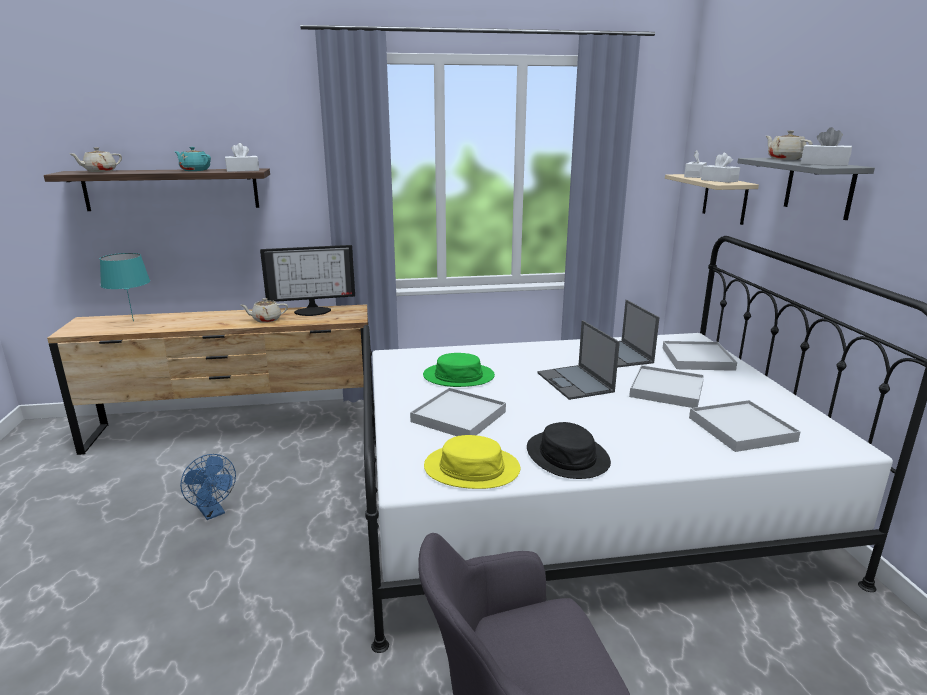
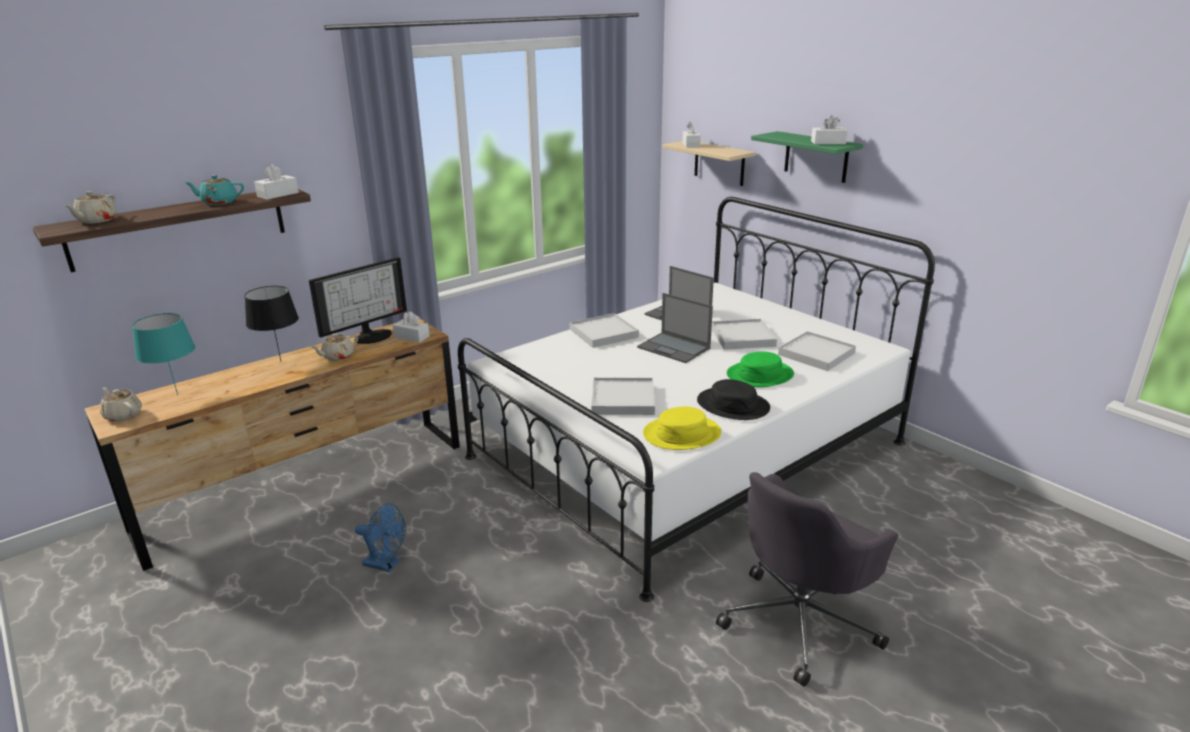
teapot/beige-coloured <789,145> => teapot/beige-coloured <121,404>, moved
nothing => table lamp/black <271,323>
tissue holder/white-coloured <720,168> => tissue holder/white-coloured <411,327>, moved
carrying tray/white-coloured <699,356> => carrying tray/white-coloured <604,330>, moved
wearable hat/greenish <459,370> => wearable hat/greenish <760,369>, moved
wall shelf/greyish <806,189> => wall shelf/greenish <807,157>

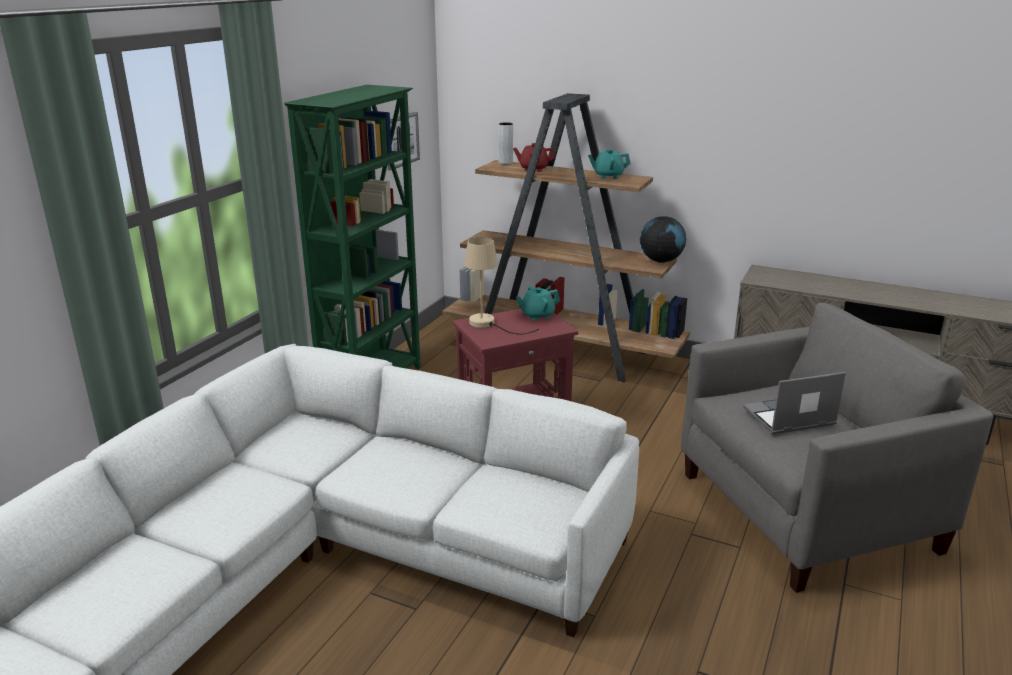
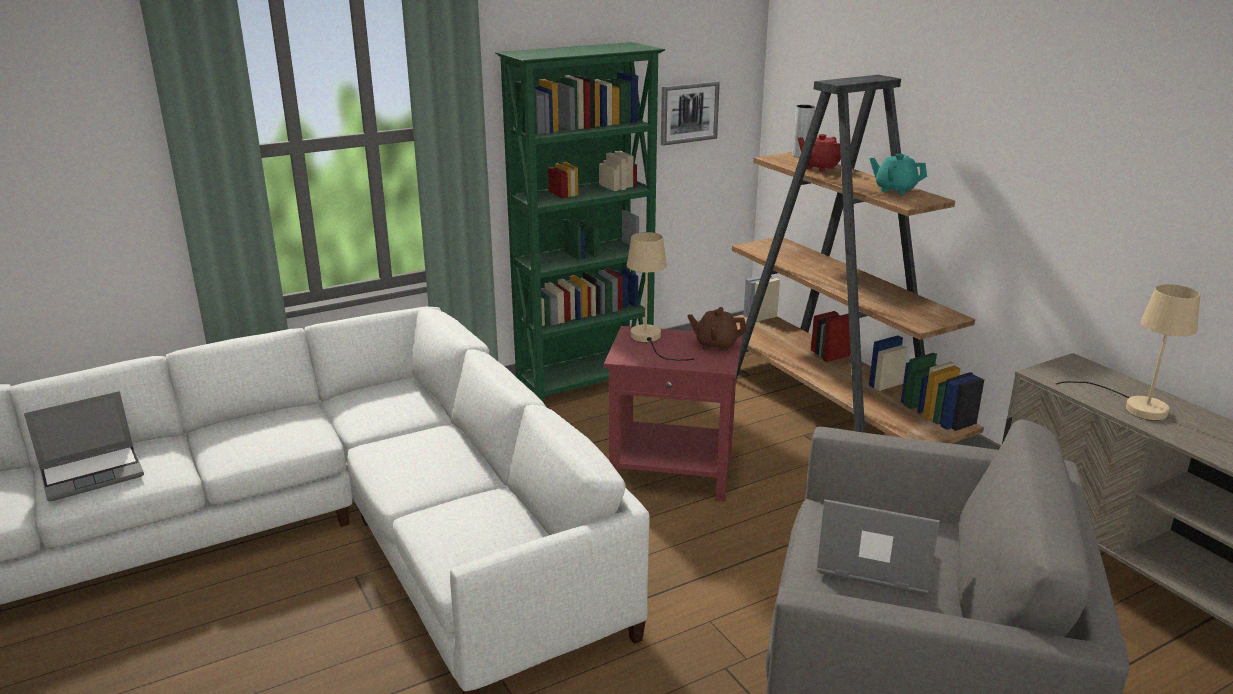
nothing => portable computer <84,446>
teapot/blue-green <538,303> => teapot/brownish <717,329>
nothing => table lamp/beige-coloured <1128,352>
world globe <663,239> => nothing

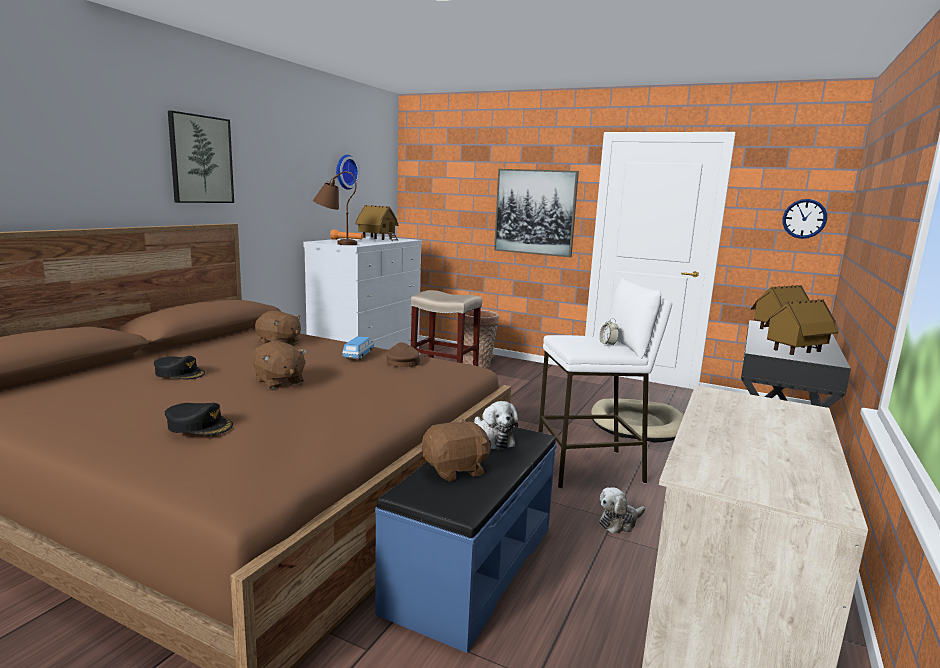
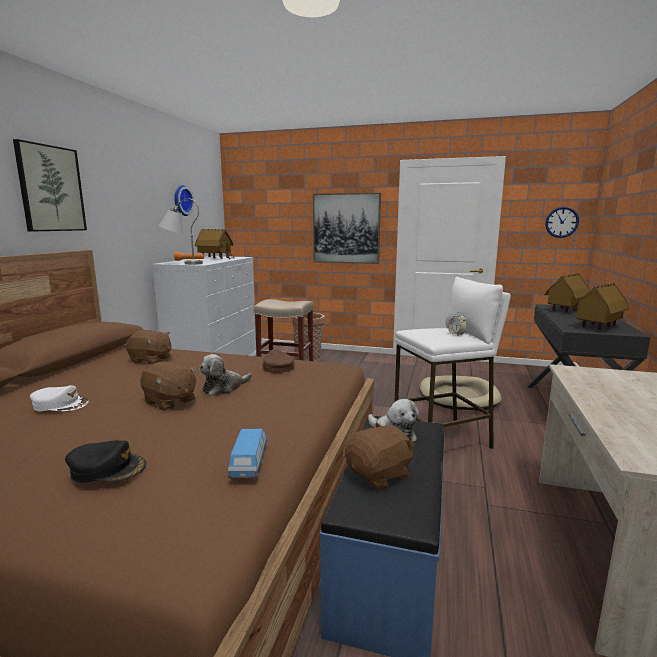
peaked cap/black <179,367> => peaked cap/white-coloured <59,398>
table lamp/brownish <335,208> => table lamp/greyish <181,231>
soft toy <622,510> => soft toy <225,375>, moved
miniature car <358,348> => miniature car <247,453>, moved

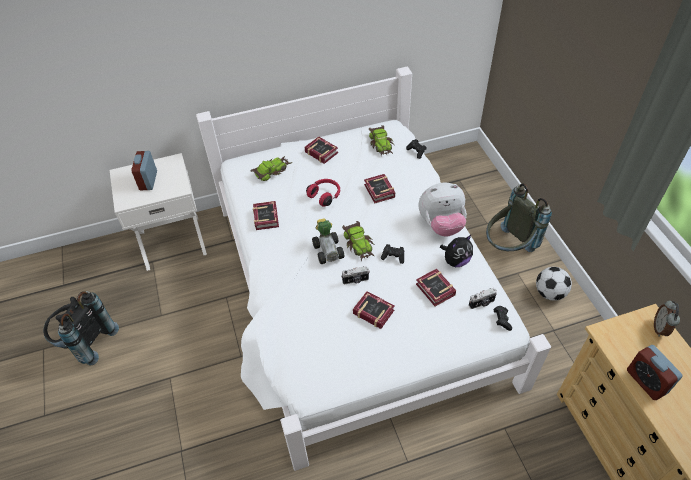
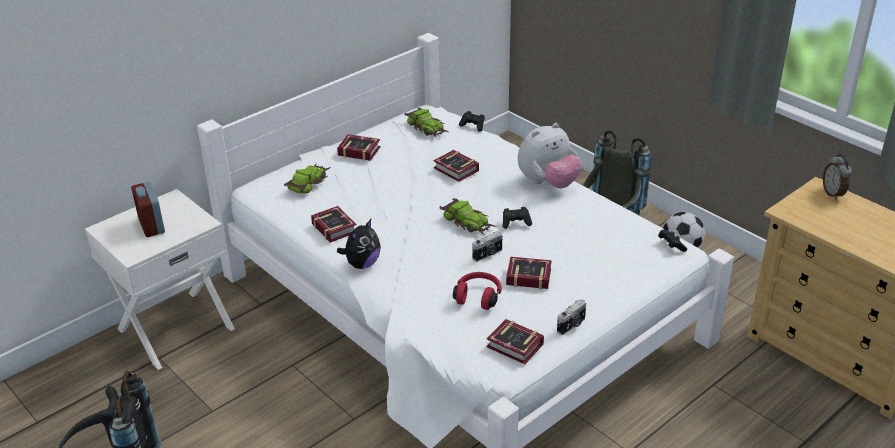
soft toy <456,251> => soft toy <359,244>, moved
pair of headphones/red-coloured <323,193> => pair of headphones/red-coloured <477,291>, moved
bound book <436,288> => bound book <515,341>, moved
photo camera <483,298> => photo camera <571,317>, moved
miniature car <328,241> => nothing
table clock <654,372> => nothing

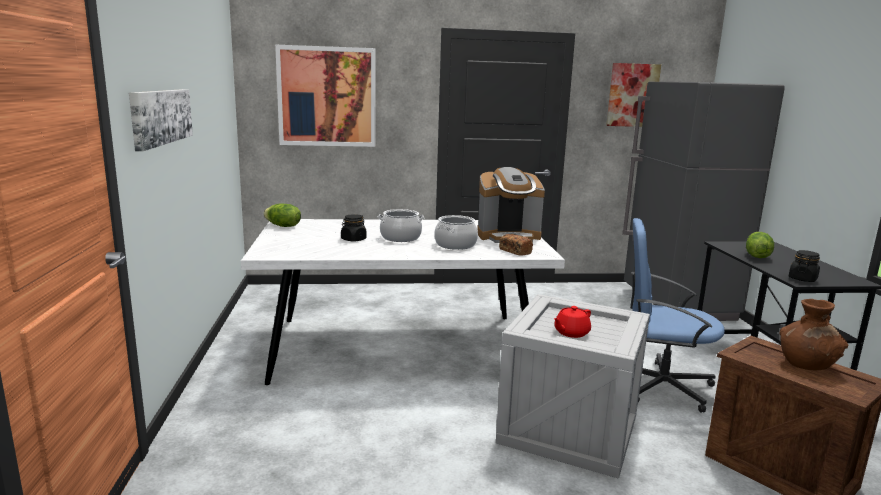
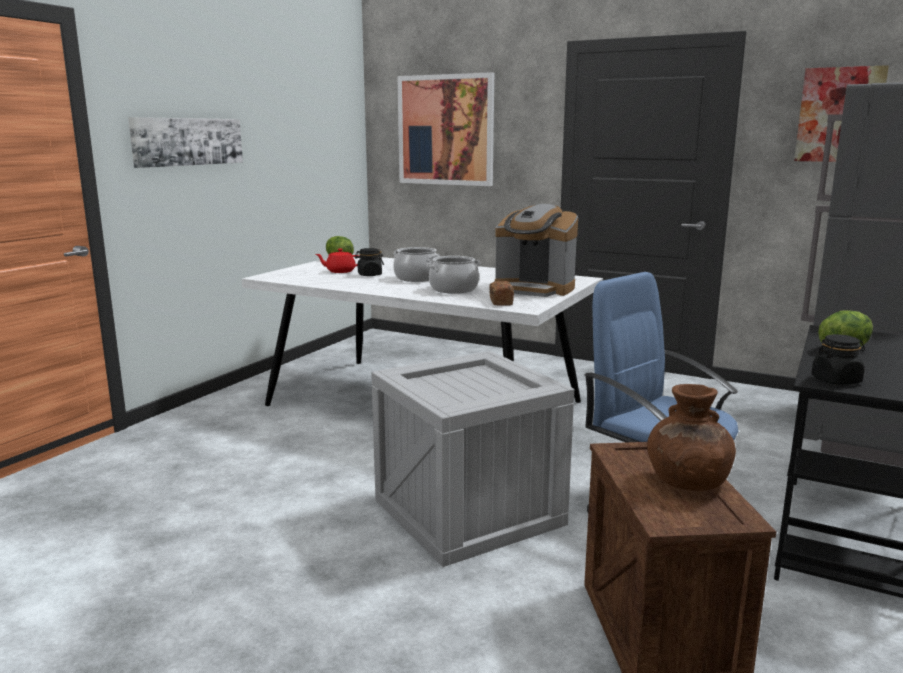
teapot/red-coloured <572,322> => teapot/red-coloured <338,261>, moved

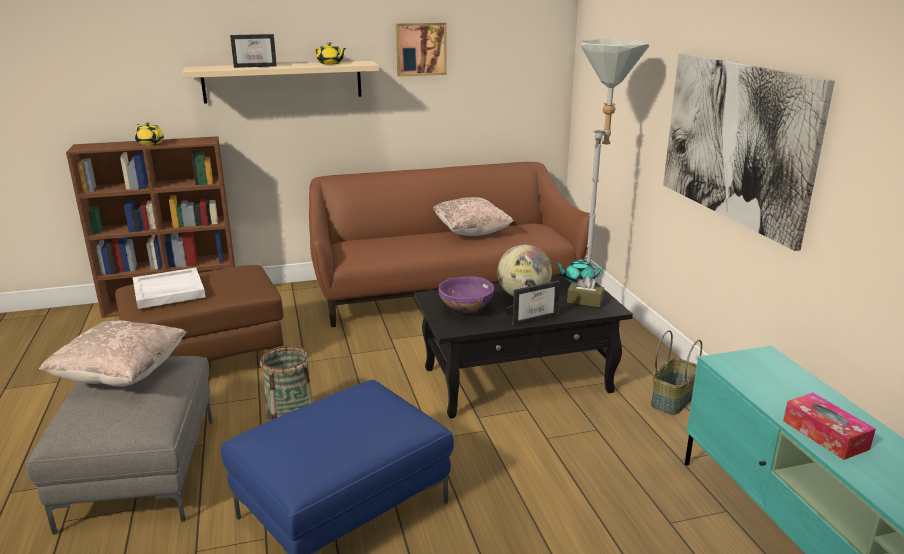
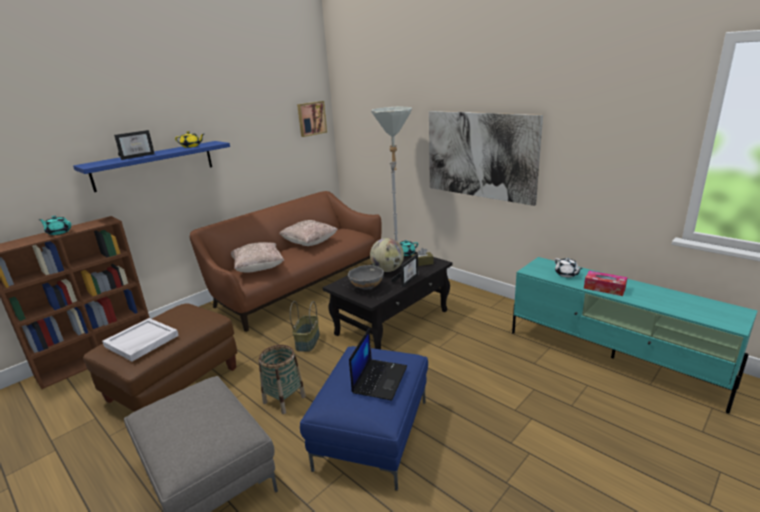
teapot/yellow-coloured <149,133> => teapot/blue-green <55,225>
wall shelf/beige-coloured <280,82> => wall shelf/blue <151,166>
cushion/beige-coloured <113,353> => cushion/beige-coloured <257,257>, moved
household basket <676,372> => household basket <305,326>, moved
wall art <421,50> => wall art <312,119>, moved
serving bowl/purple-coloured <466,294> => serving bowl/greyish <366,277>
nothing => portable computer <378,364>
nothing => teapot/white-coloured <568,267>

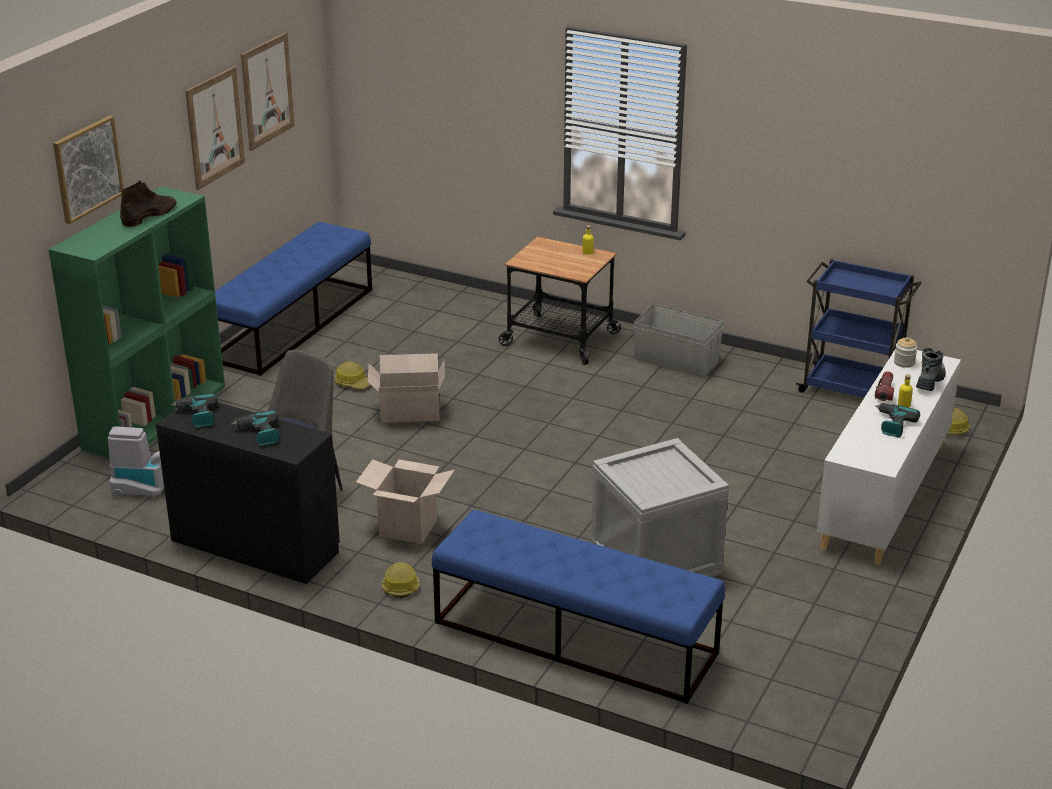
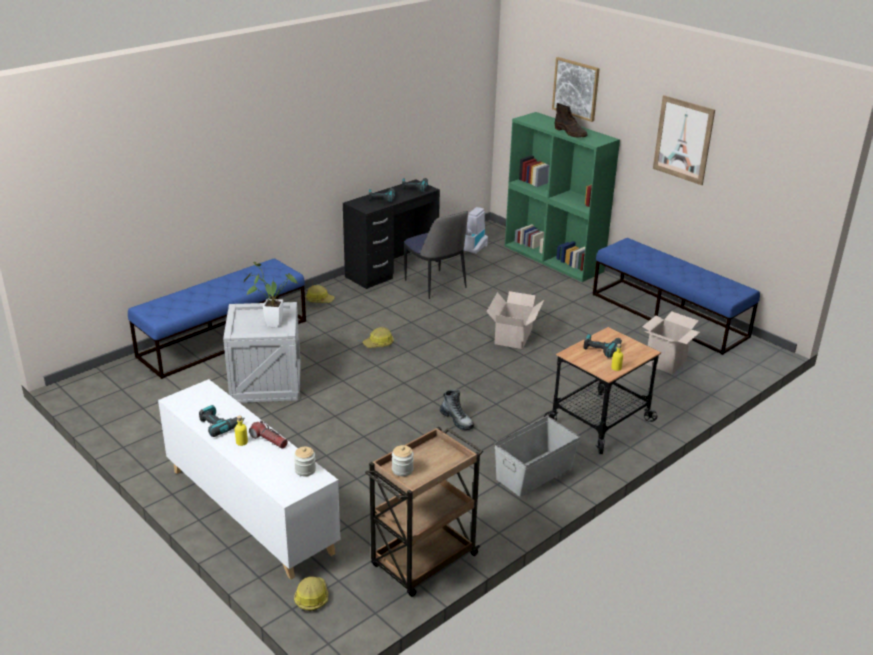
nothing => houseplant <271,295>
hard hat <352,375> => hard hat <378,337>, moved
wheeled cart/blue <858,328> => wheeled cart/brownish <424,512>
nothing => storage jar <403,460>
boot <931,369> => boot <457,409>, moved
nothing => electric drill <602,346>
packing box <405,501> => packing box <671,342>, moved
wall art <268,91> => nothing

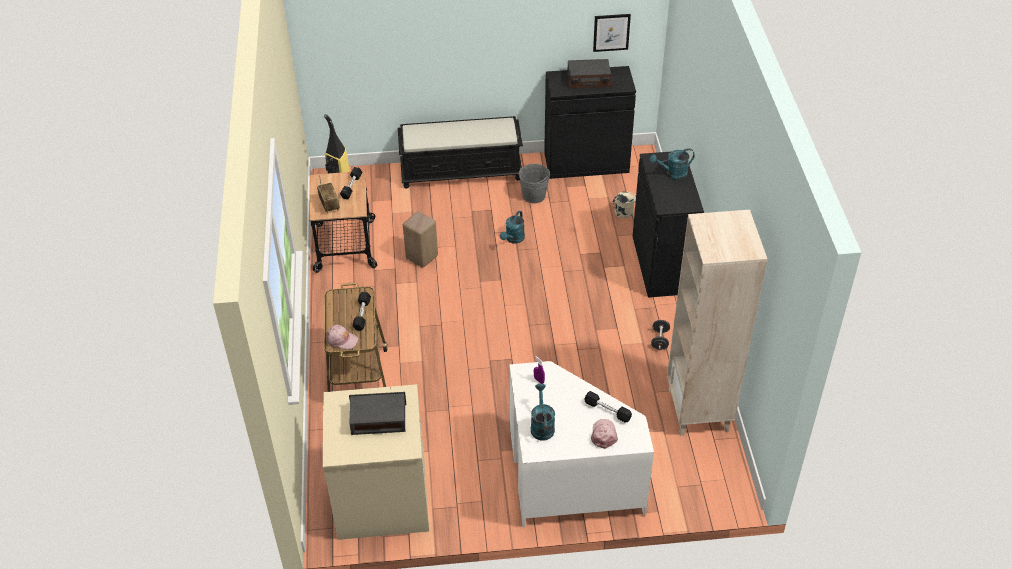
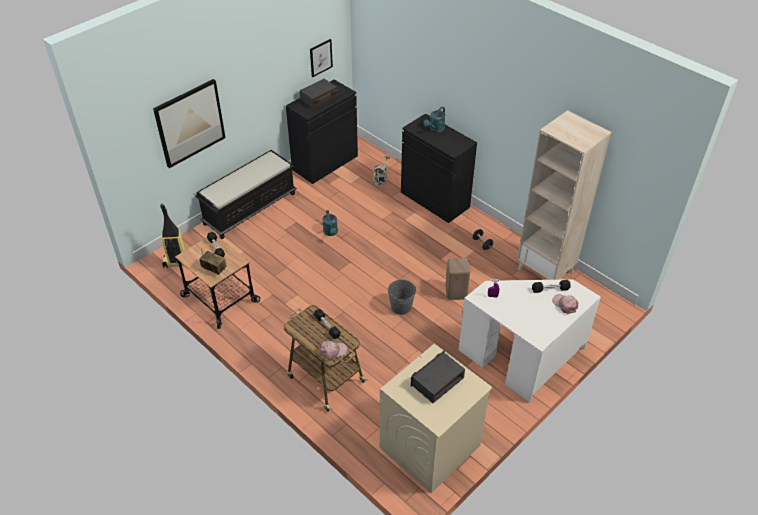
nothing => wall art <189,123>
water bucket/greyish <534,183> => water bucket/greyish <402,297>, moved
stool seat/beige-coloured <420,239> => stool seat/beige-coloured <457,279>, moved
watering pot/blue-green <543,412> => nothing

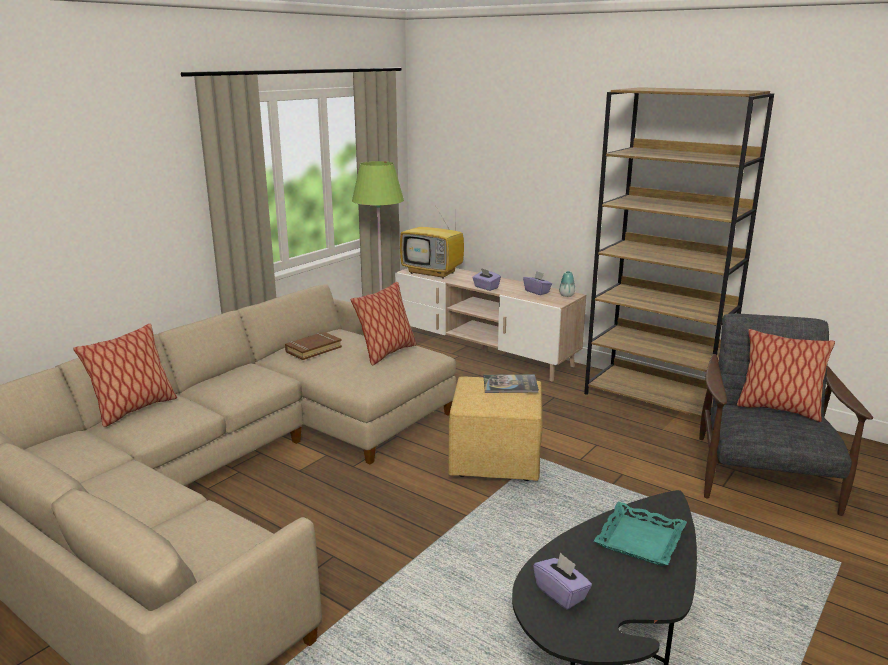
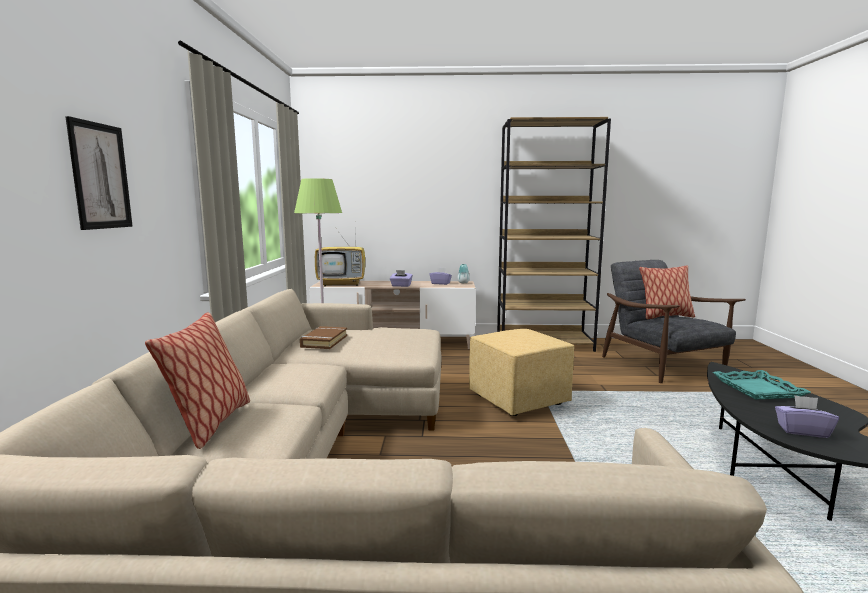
nothing => wall art <99,173>
cushion <384,323> => nothing
bound book <511,383> => nothing

